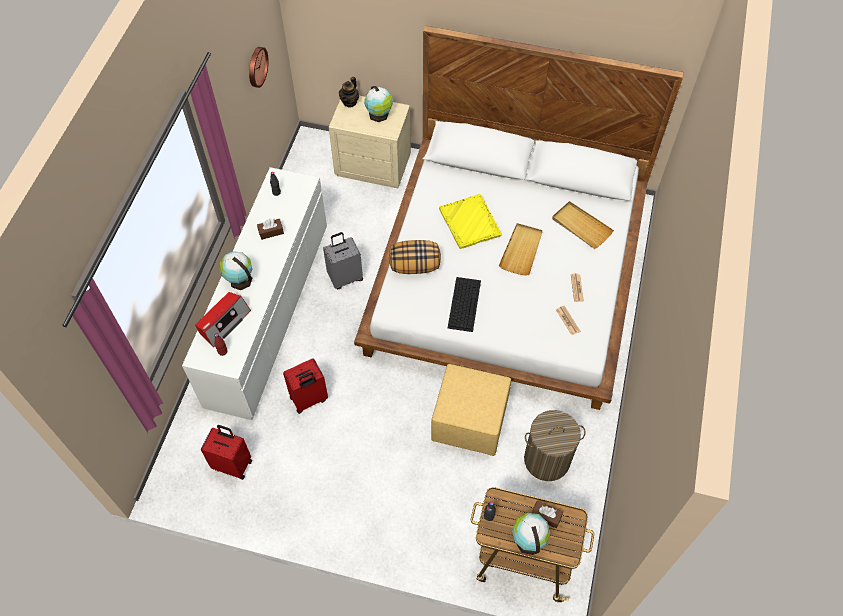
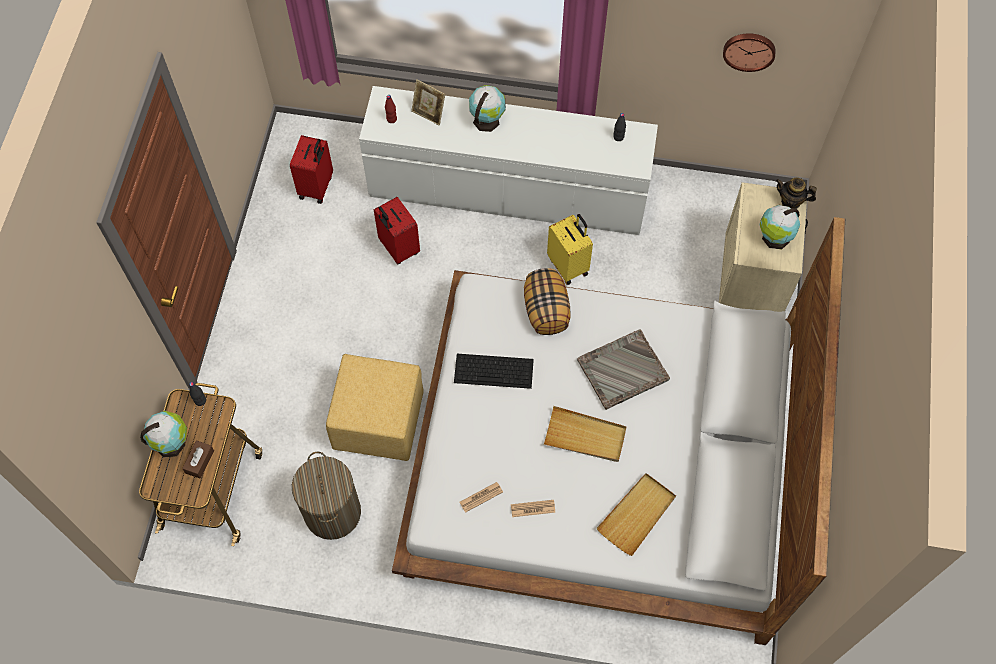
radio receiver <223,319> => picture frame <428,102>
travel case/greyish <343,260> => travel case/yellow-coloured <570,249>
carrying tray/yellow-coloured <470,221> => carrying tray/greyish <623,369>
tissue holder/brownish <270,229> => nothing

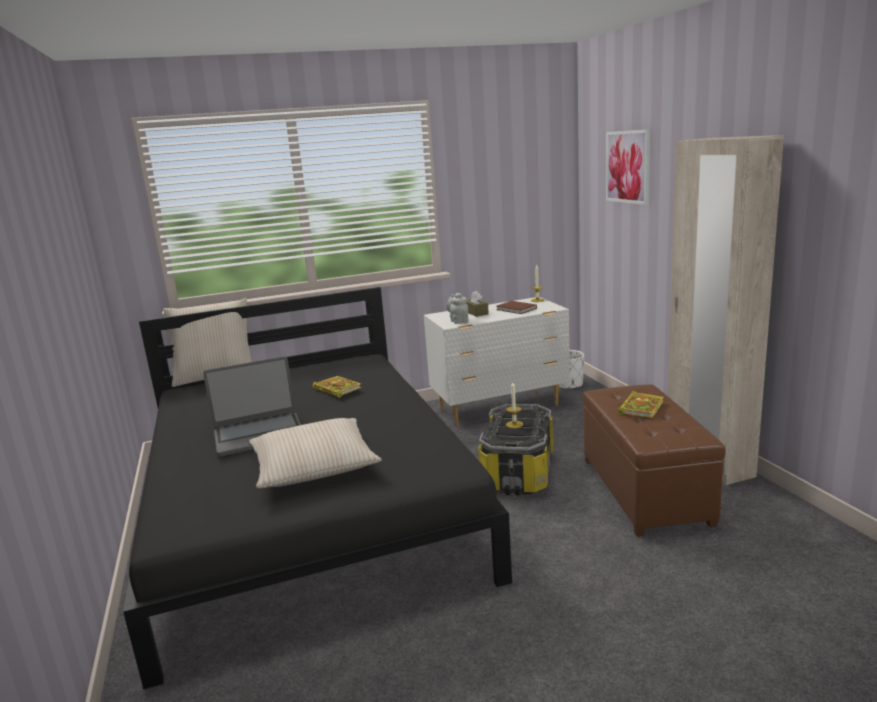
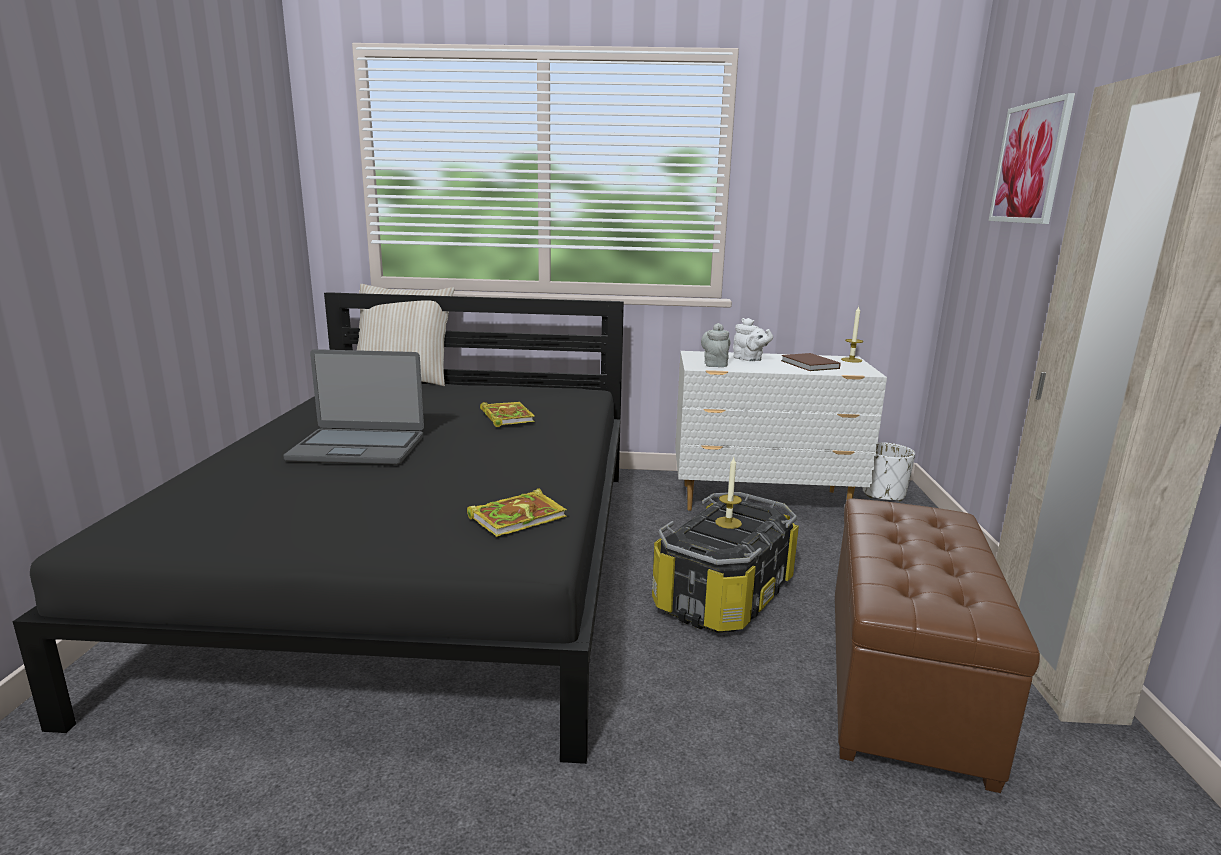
bound book <640,404> => bound book <517,512>, moved
tissue holder/brownish <478,304> => teapot/white-coloured <753,339>
cushion/beige-coloured <315,453> => nothing

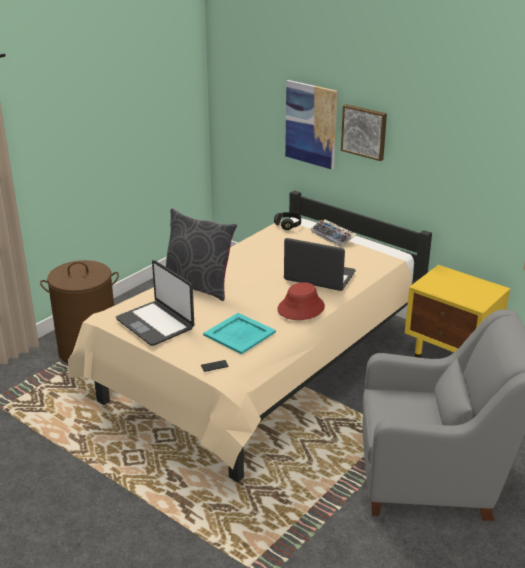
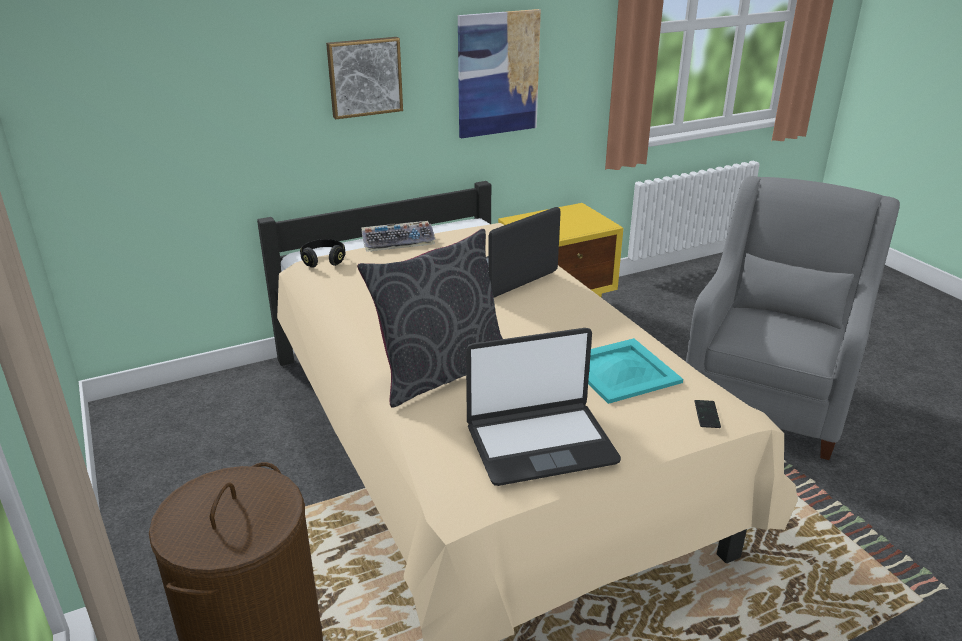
wall art <311,125> => wall art <499,73>, moved
wearable hat/red-coloured <301,301> => nothing

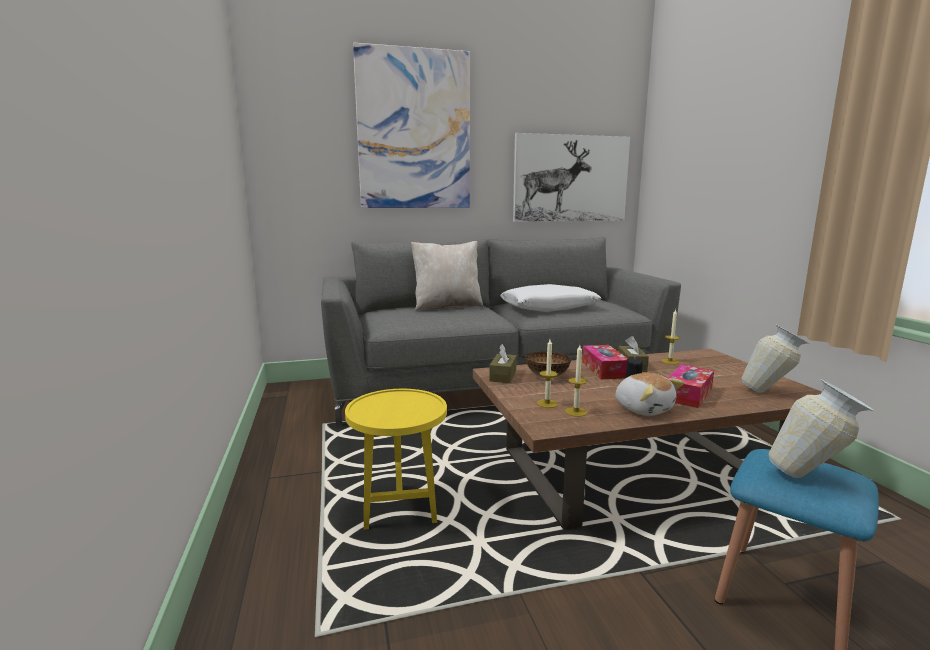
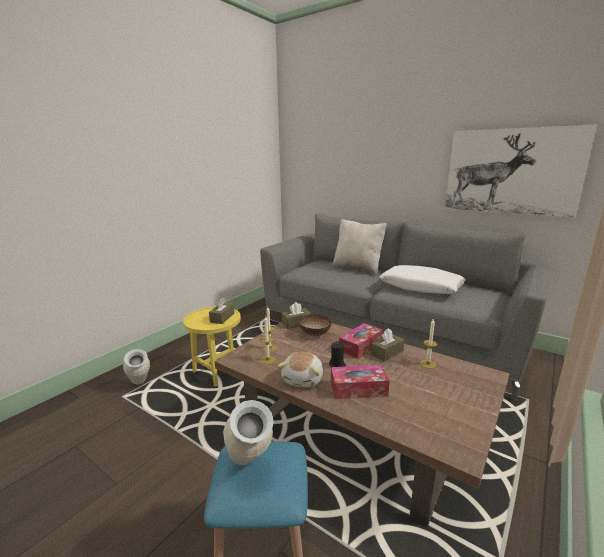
decorative vase <775,359> => decorative vase <136,367>, moved
nothing => tissue holder/brownish <222,310>
wall art <411,125> => nothing

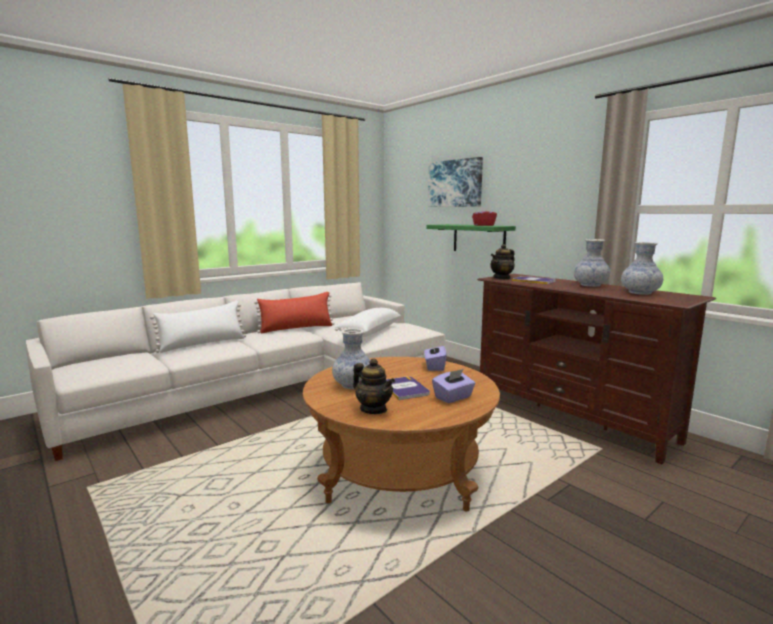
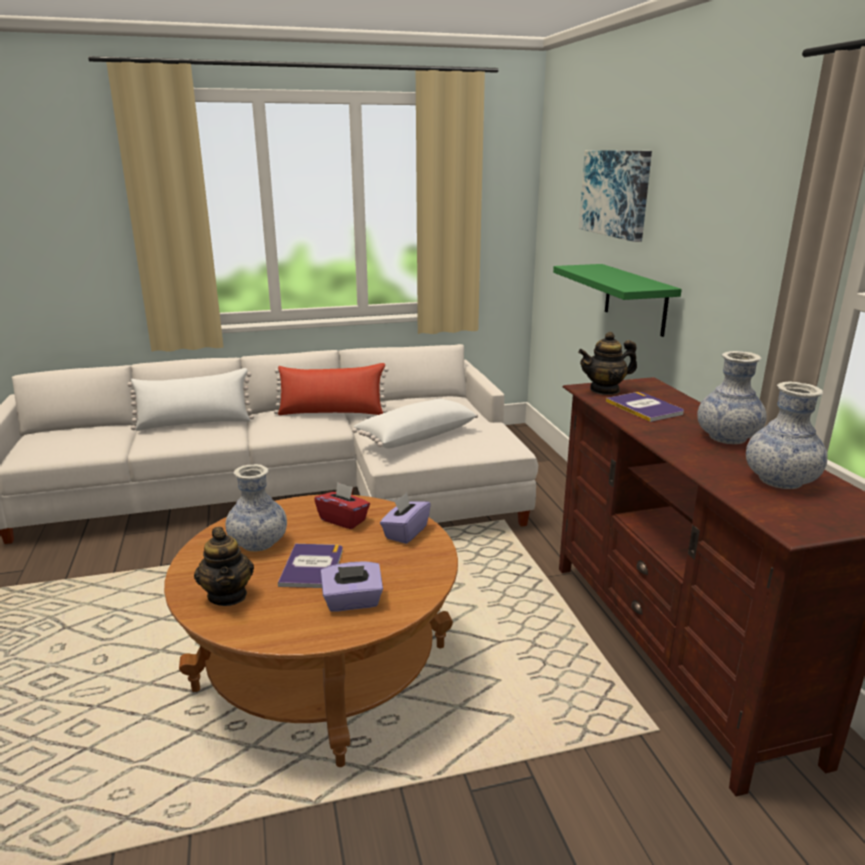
tissue holder/red-coloured <484,216> => tissue holder/red-coloured <342,505>, moved

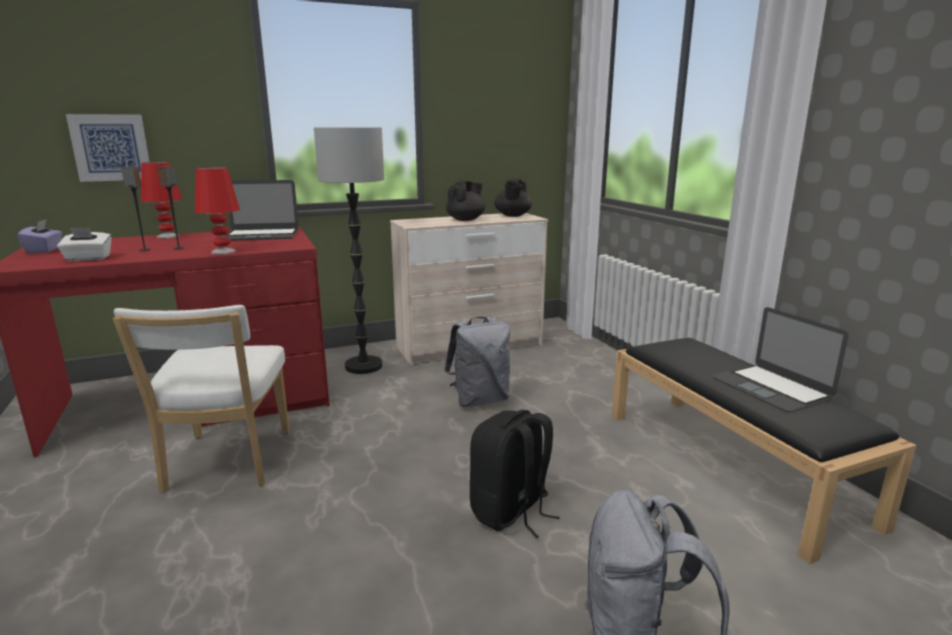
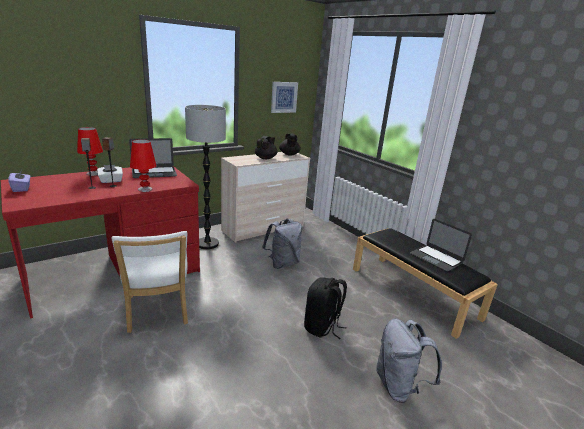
tissue holder/white-coloured <84,244> => tissue holder/white-coloured <110,174>, moved
wall art <107,148> => wall art <284,97>, moved

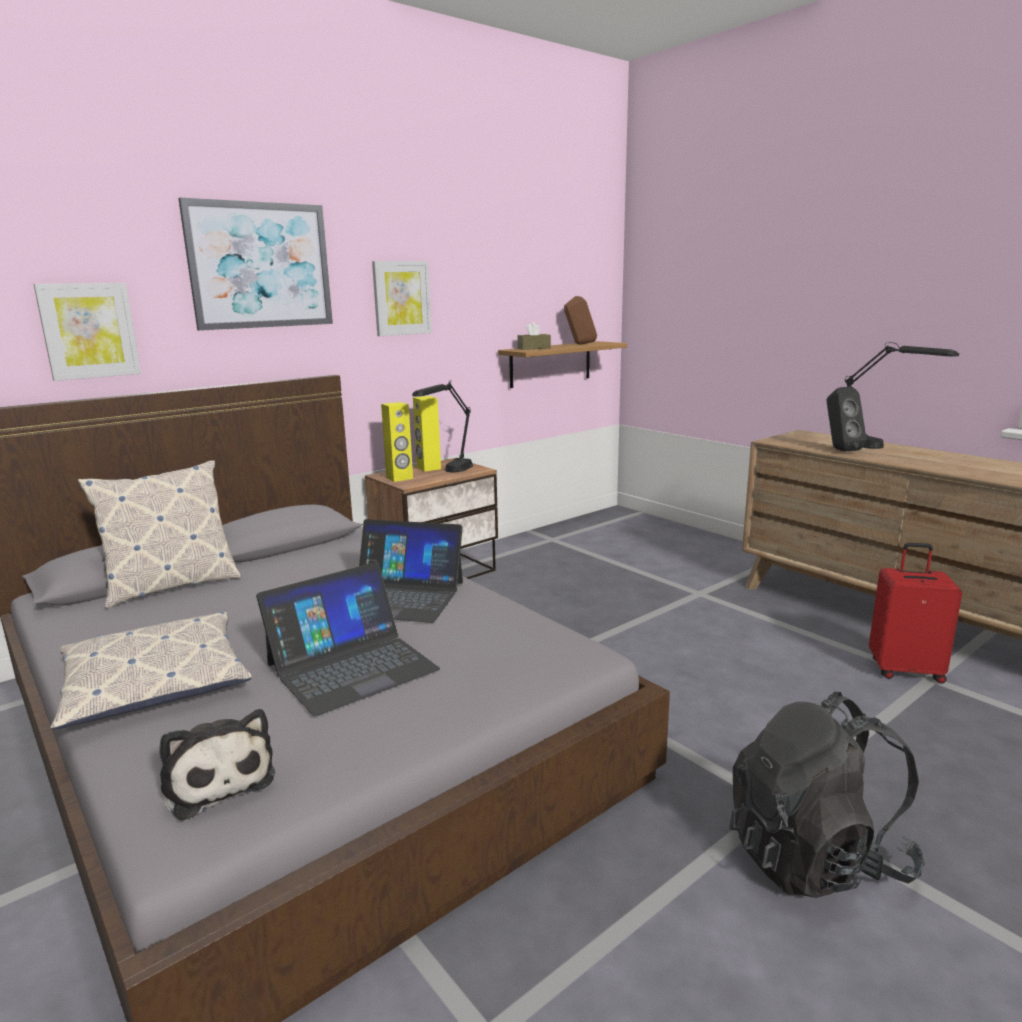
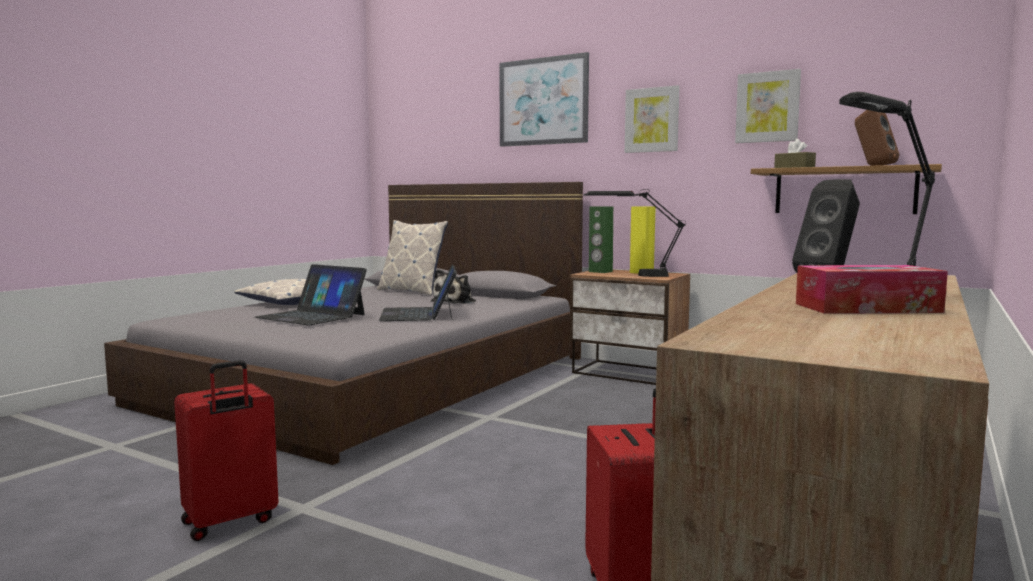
backpack/black <827,795> => travel case/red-coloured <226,450>
soft toy <217,765> => soft toy <453,286>, moved
audio speaker/yellow-coloured <397,442> => audio speaker/greenish <601,239>
wall art <87,332> => wall art <768,106>, moved
nothing => tissue holder <872,289>

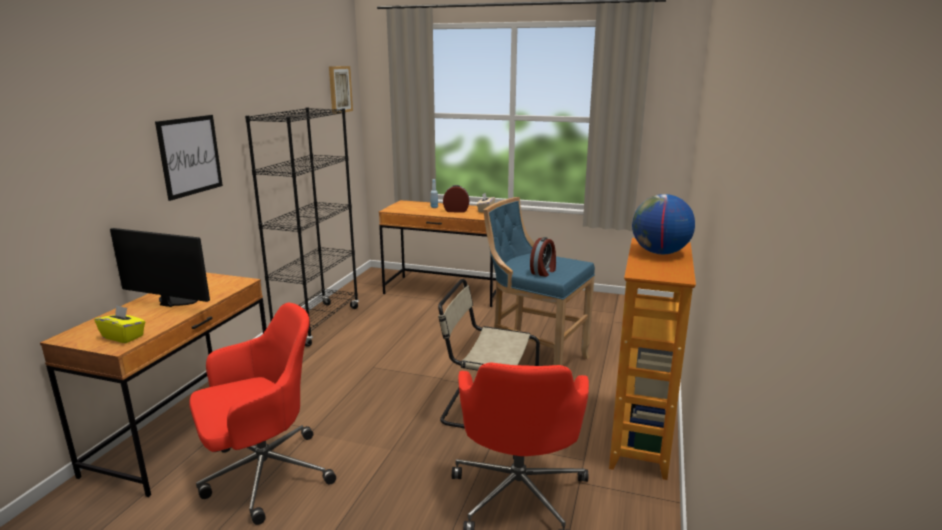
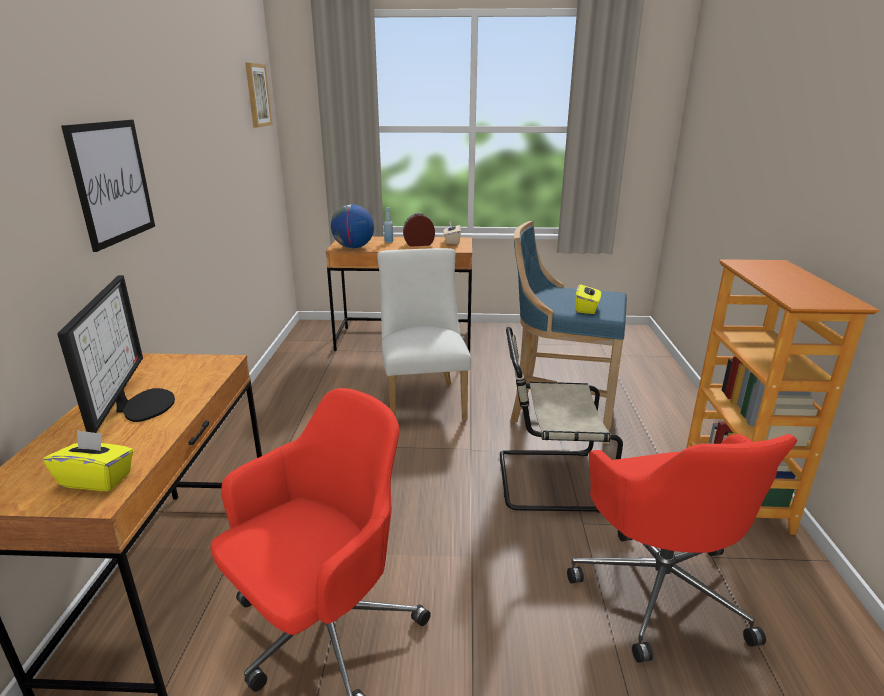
computer display <160,267> => computer display <116,354>, 75 degrees clockwise
world globe <663,224> => world globe <352,226>, moved
nothing => plain chair/white-coloured <424,334>
table clock <543,257> => tissue holder/yellow-coloured <588,299>
bookshelf/black <302,227> => nothing

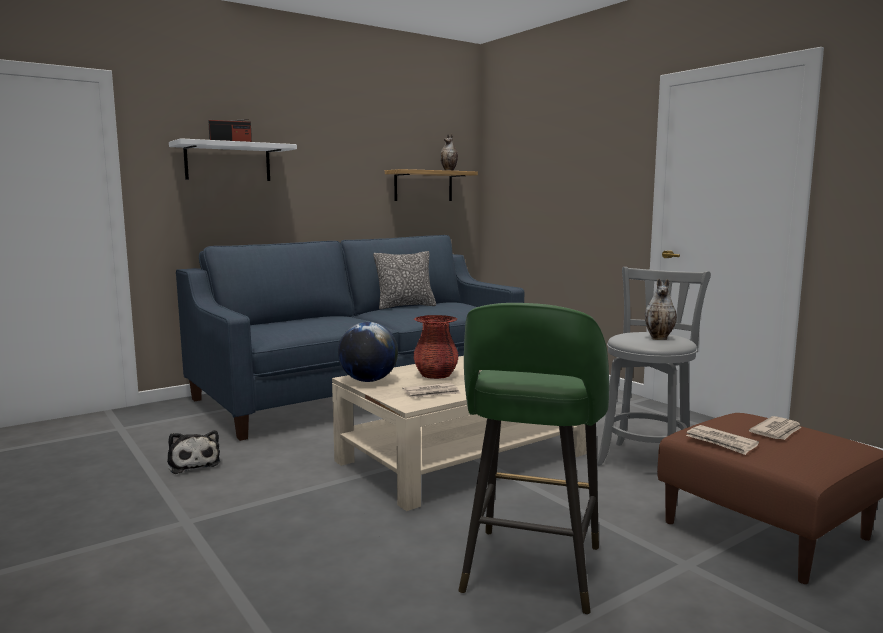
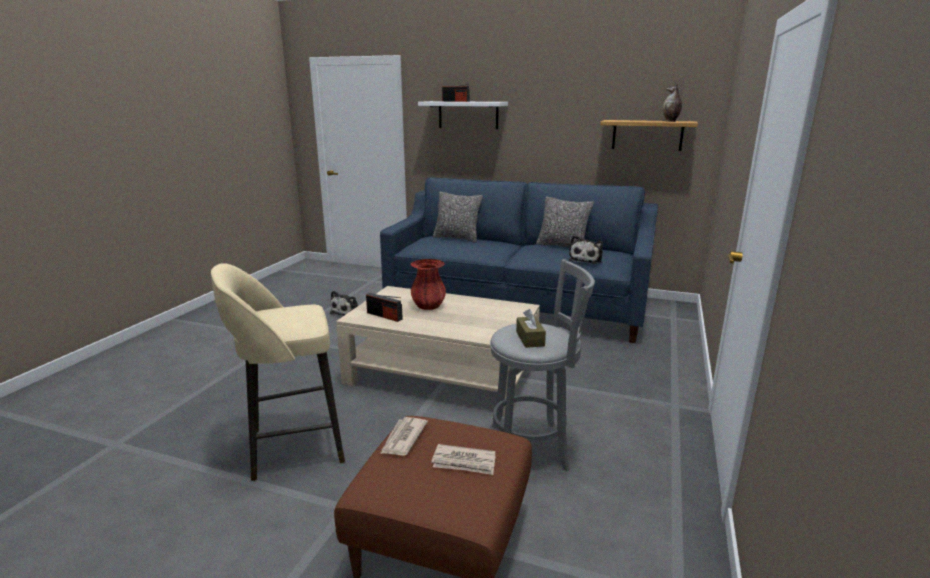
stool seat/greenish <533,459> => stool seat/beige-coloured <278,372>
daily paper <431,390> => radio receiver <384,307>
nothing => cushion <458,217>
decorative vase <661,309> => tissue holder/brownish <531,328>
nothing => soft toy <586,249>
world globe <368,352> => nothing

